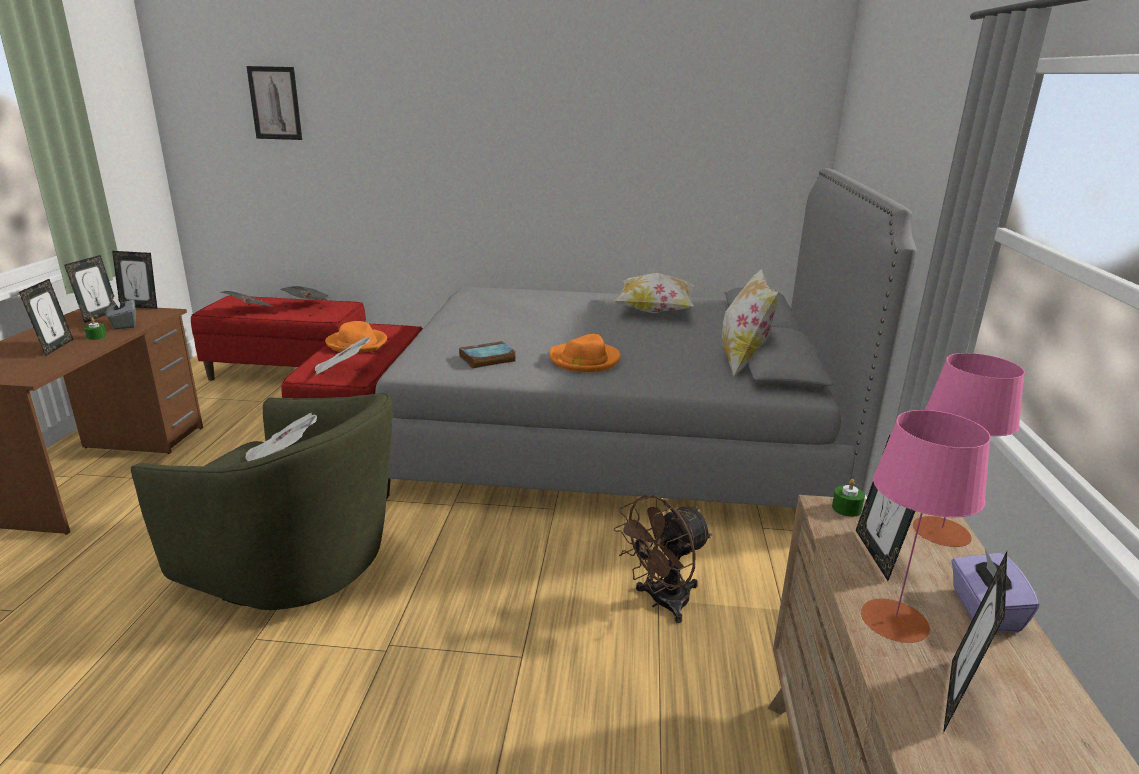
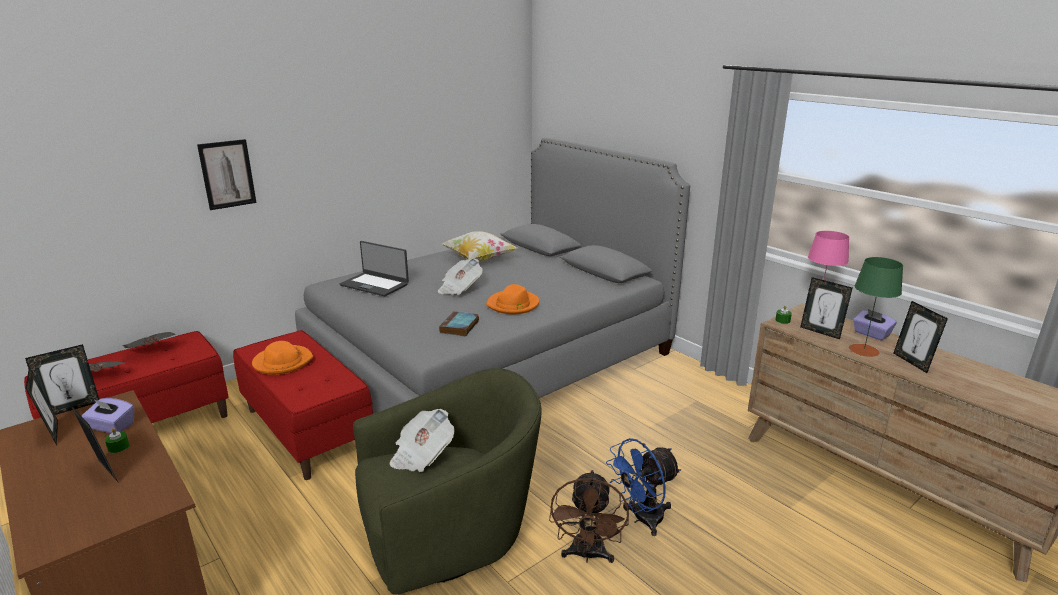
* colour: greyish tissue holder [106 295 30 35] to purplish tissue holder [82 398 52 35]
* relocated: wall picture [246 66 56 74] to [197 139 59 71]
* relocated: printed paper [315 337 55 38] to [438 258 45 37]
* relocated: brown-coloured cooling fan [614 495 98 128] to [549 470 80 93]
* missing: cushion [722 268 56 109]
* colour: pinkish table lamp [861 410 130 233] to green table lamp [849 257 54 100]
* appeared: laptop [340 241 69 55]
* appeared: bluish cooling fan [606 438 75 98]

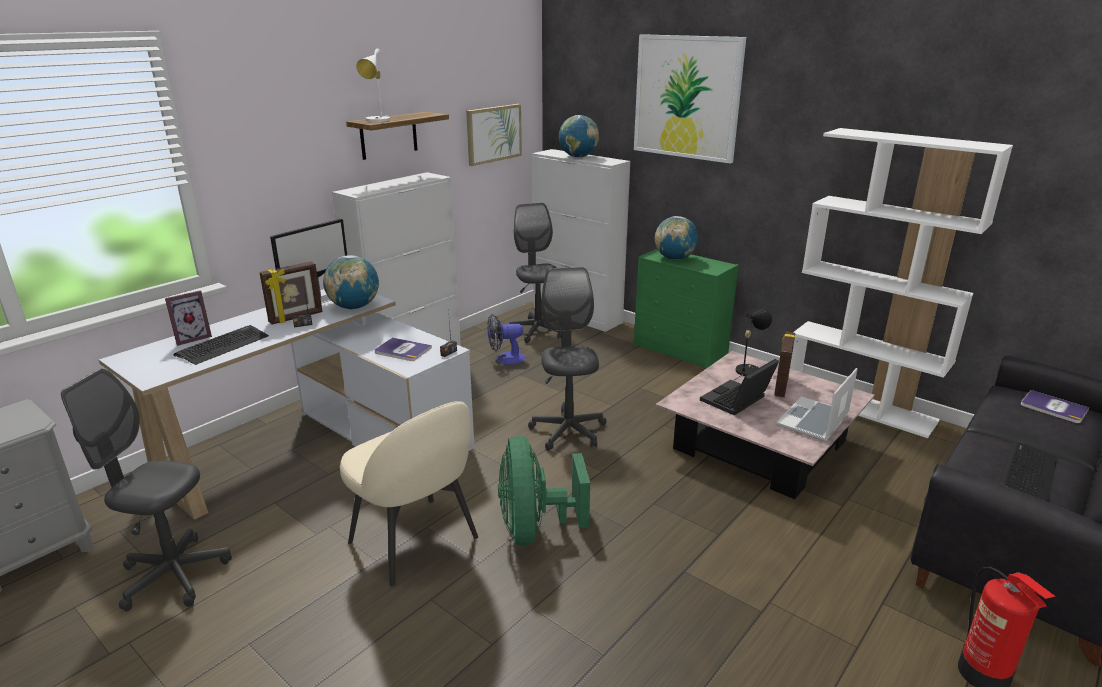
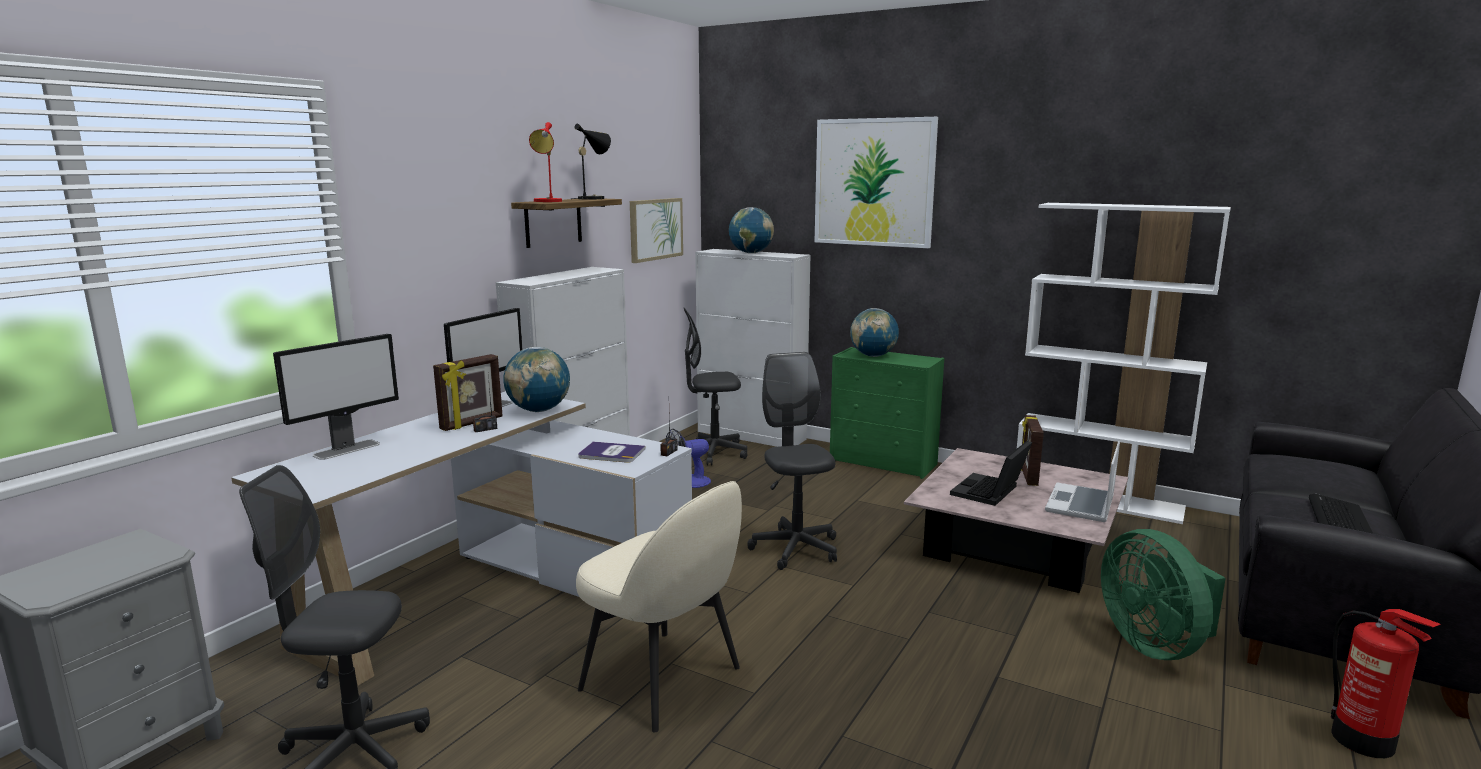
* exchanged: standing frame [165 290 47 56] to computer screen [273 334 126 126]
* missing: computer keyboard [174 325 95 40]
* colour: white-coloured table lamp [356 48 34 74] to reddish table lamp [529 122 33 80]
* relocated: green cooling fan [498 436 92 109] to [1101 529 125 131]
* spun: greyish office chair [509 203 52 140] = [684 308 63 158] 75 degrees counterclockwise
* relocated: blackish table lamp [735 309 37 71] to [572 124 39 76]
* missing: book [1021 390 68 33]

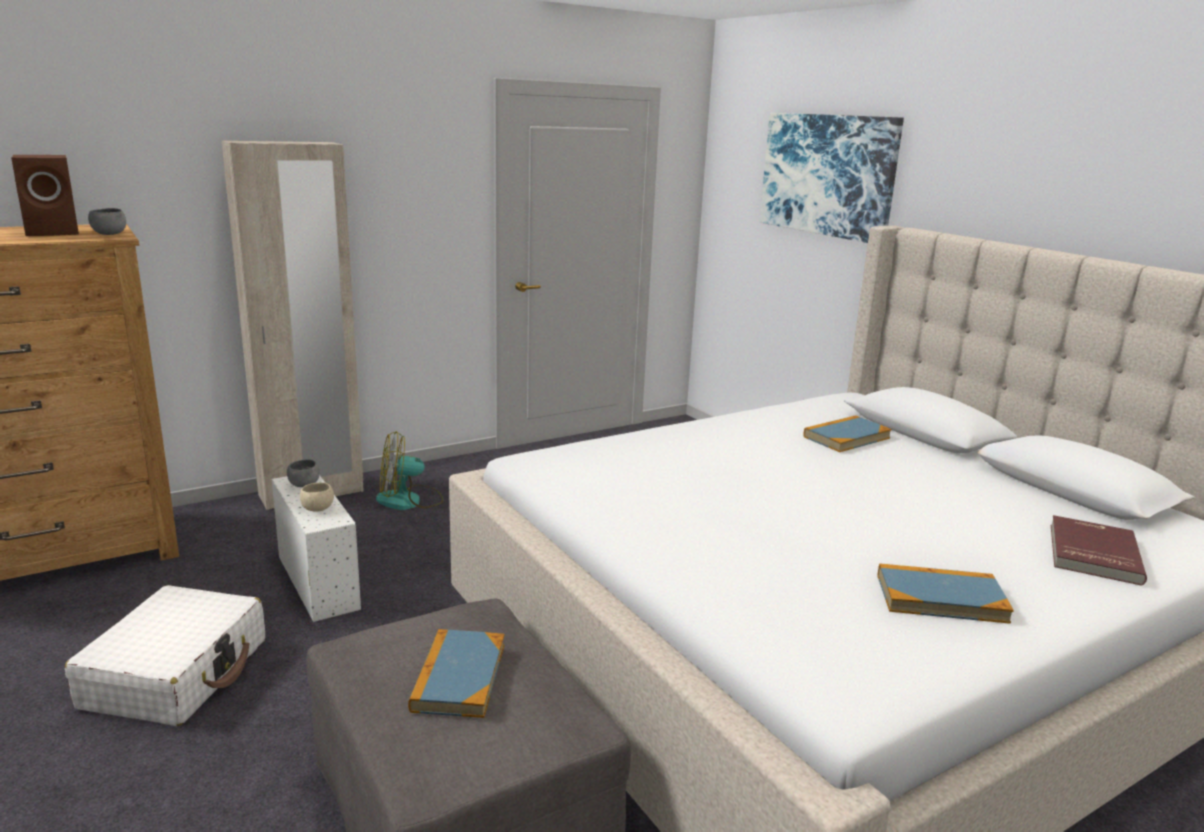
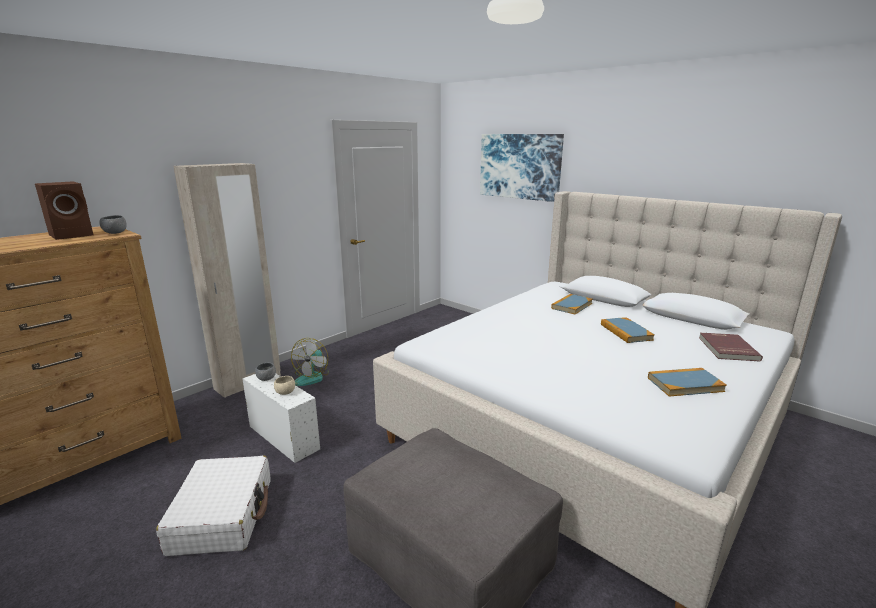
* spun: cooling fan [376 431 67 79] = [291 338 38 48] 45 degrees counterclockwise
* relocated: book [408 629 96 89] to [601 317 53 26]

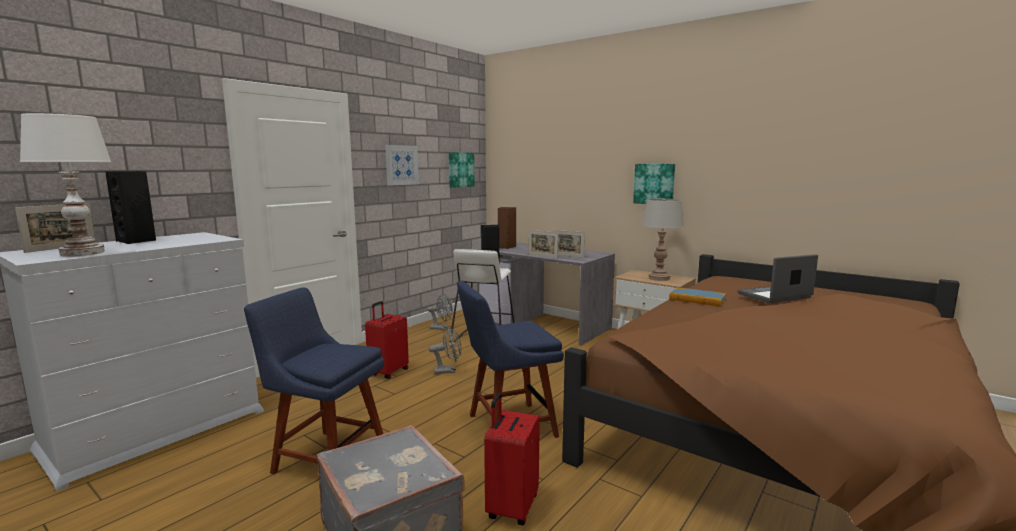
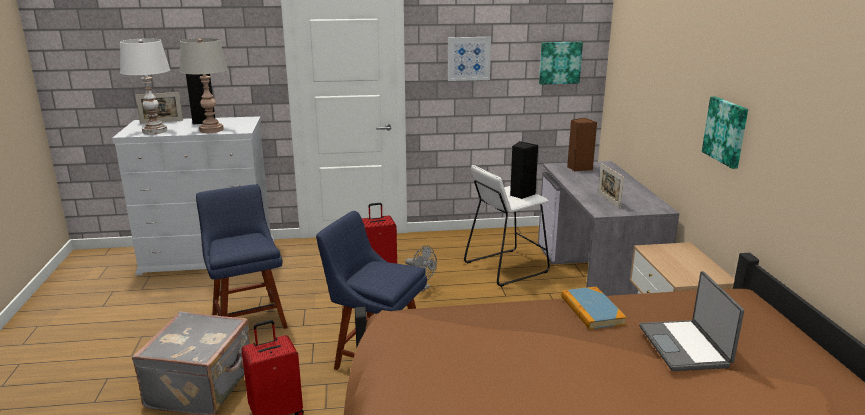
* missing: greyish cooling fan [427 293 26 37]
* missing: standing frame [528 230 30 28]
* relocated: greyish table lamp [642 198 42 83] to [179 38 49 95]
* spun: laptop [737 254 81 49] = [639 271 105 100] 120 degrees counterclockwise

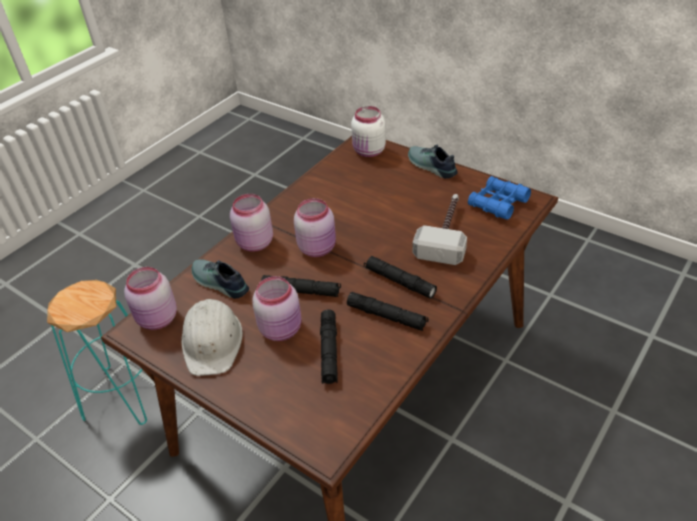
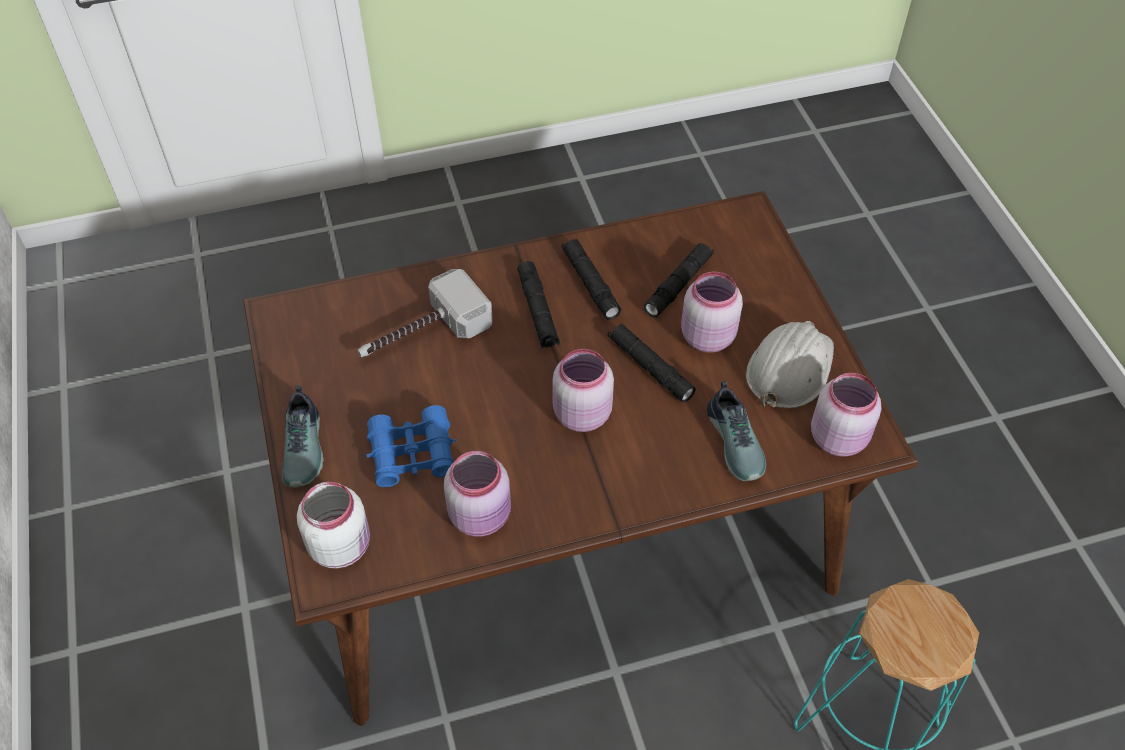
* relocated: pinkish jar [230 194 43 58] to [444 451 67 86]
* relocated: bluish binoculars [468 176 63 43] to [366 405 90 82]

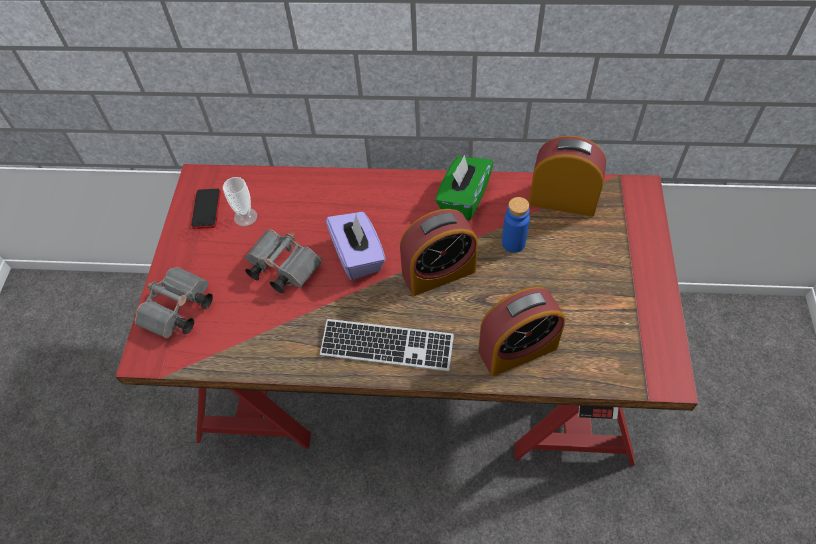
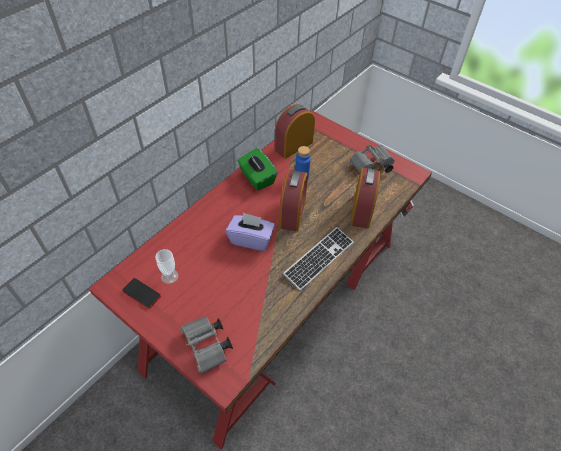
* relocated: greyish binoculars [245 229 77 64] to [350 145 45 28]

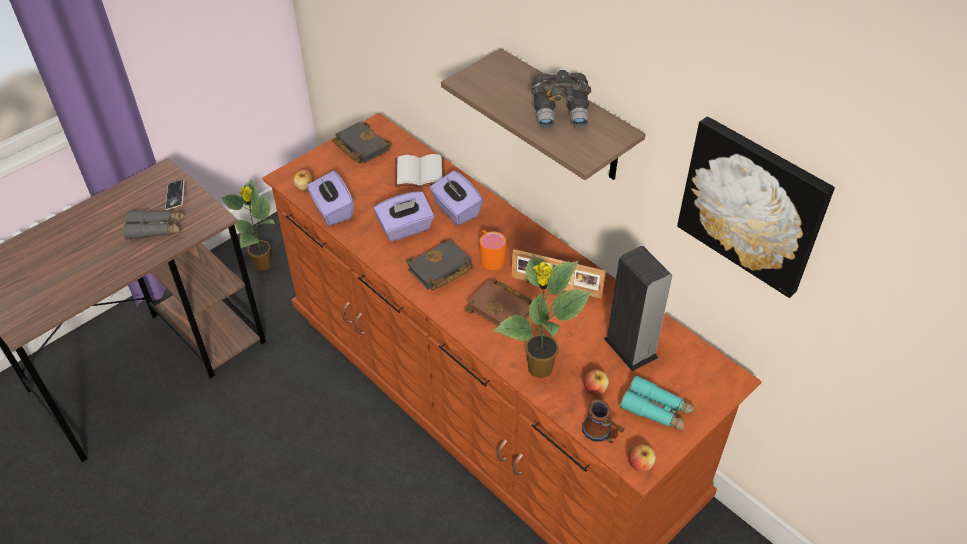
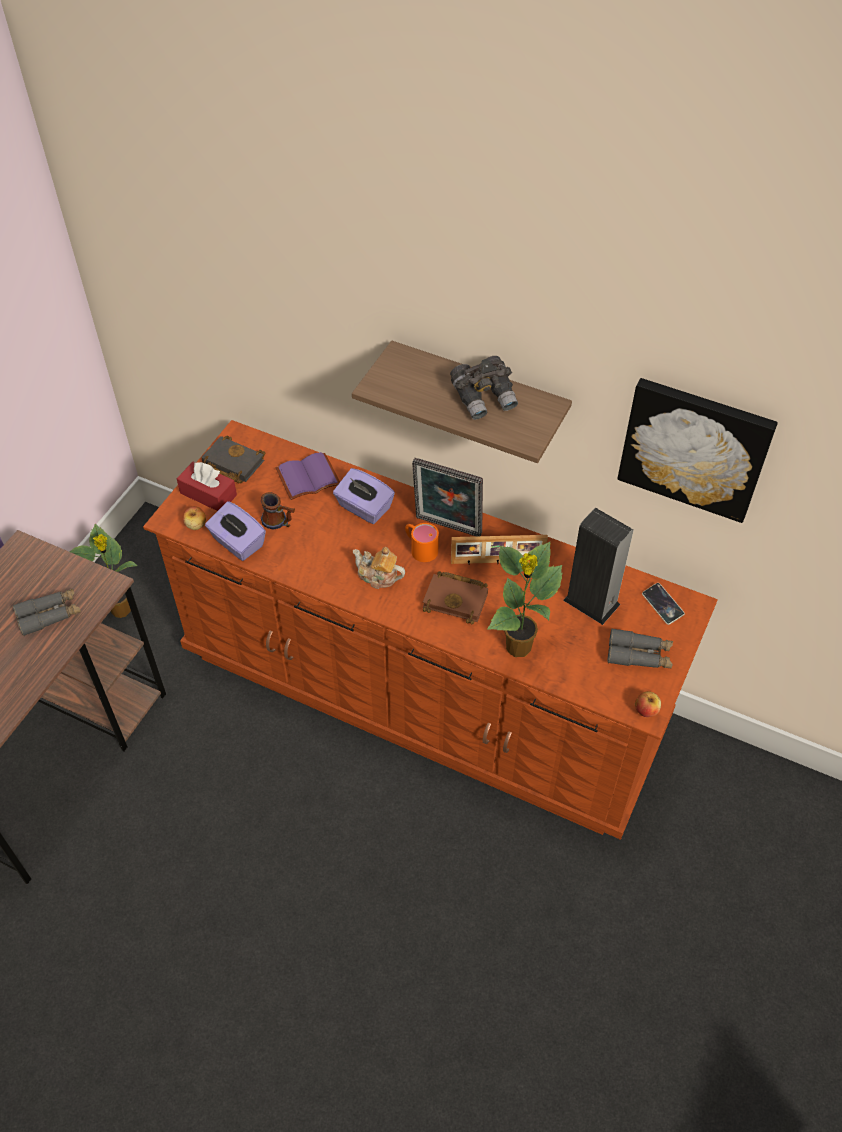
* relocated: telephone [165 179 20 31] to [642 583 43 42]
* missing: purplish tissue holder [374 191 60 50]
* colour: white-coloured book [395 154 50 34] to purplish book [276 452 64 48]
* exchanged: blackish book [406 239 68 51] to teapot [353 547 52 42]
* relocated: mug [582 399 43 44] to [261 492 34 38]
* missing: apple fruit [583 369 26 26]
* colour: blue-green binoculars [620 375 75 57] to greyish binoculars [607 628 67 40]
* appeared: reddish tissue holder [176 462 61 49]
* appeared: standing frame [412 458 71 78]

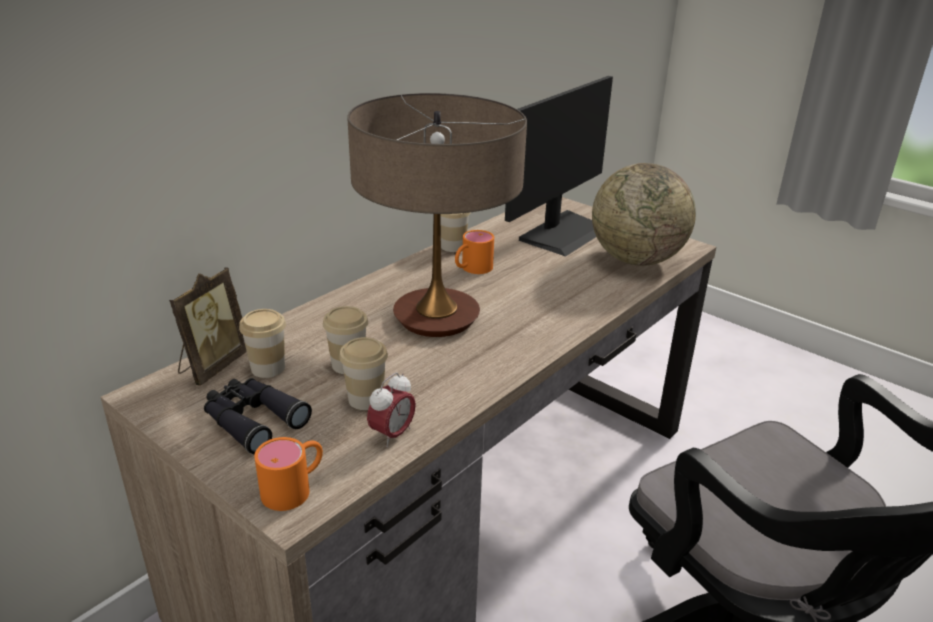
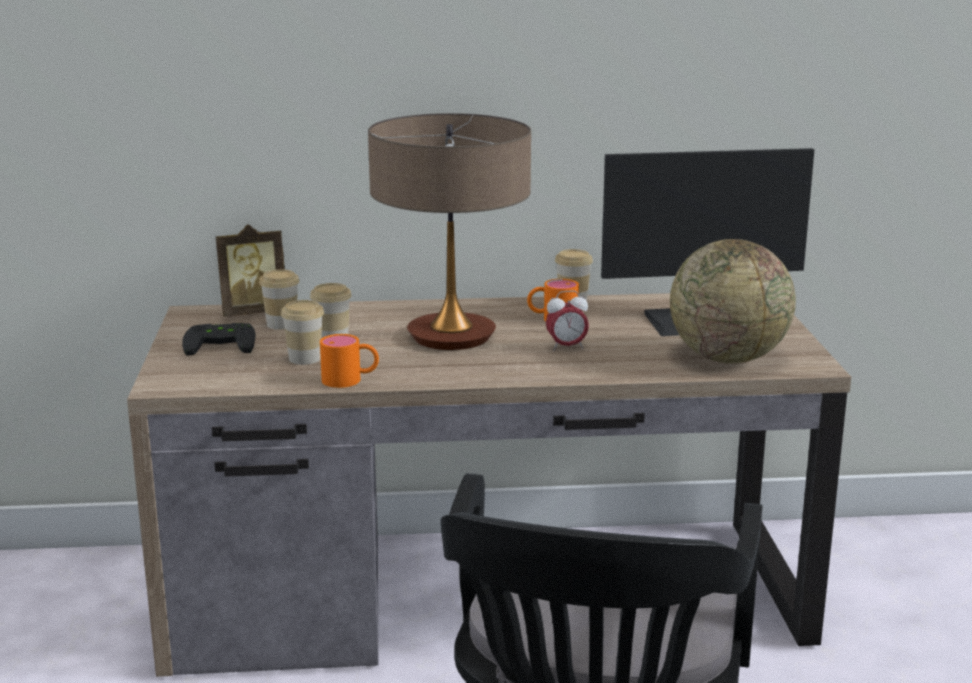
* exchanged: blackish binoculars [204 378 108 77] to blackish gamepad [182 323 74 33]
* relocated: orange-coloured mug [254 437 69 74] to [320 334 59 54]
* relocated: bedside clock [367 372 49 75] to [546 290 43 61]

